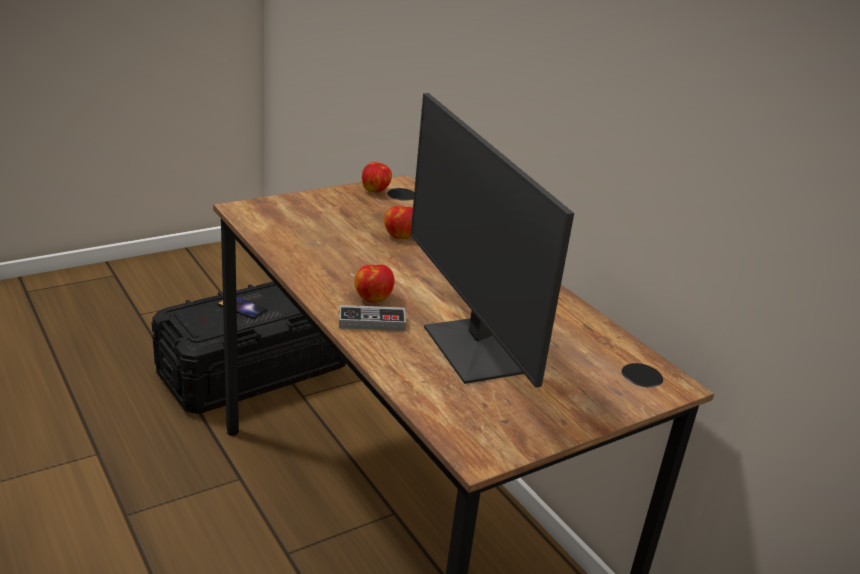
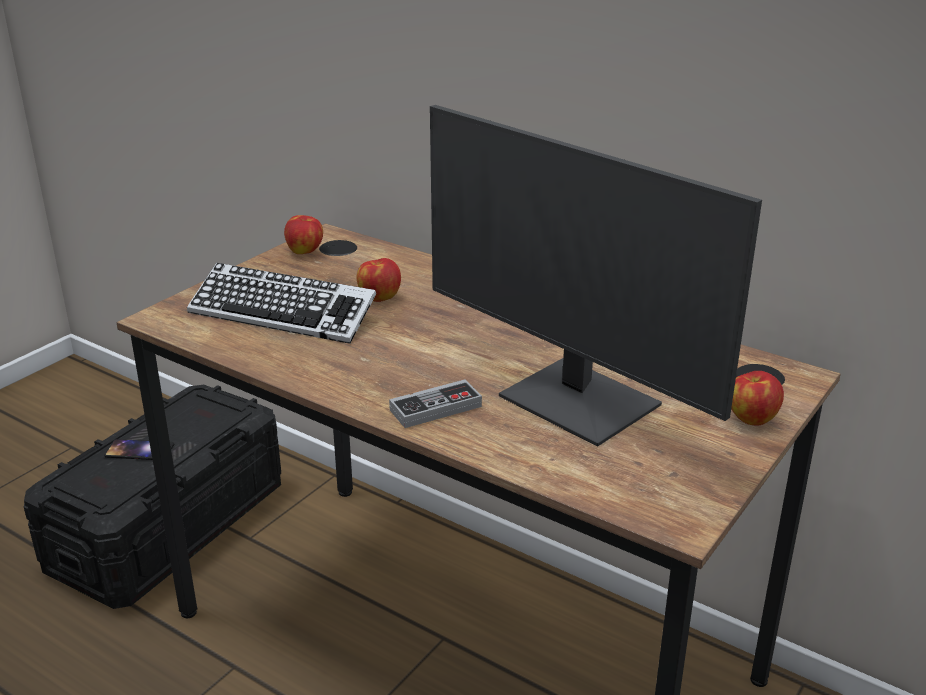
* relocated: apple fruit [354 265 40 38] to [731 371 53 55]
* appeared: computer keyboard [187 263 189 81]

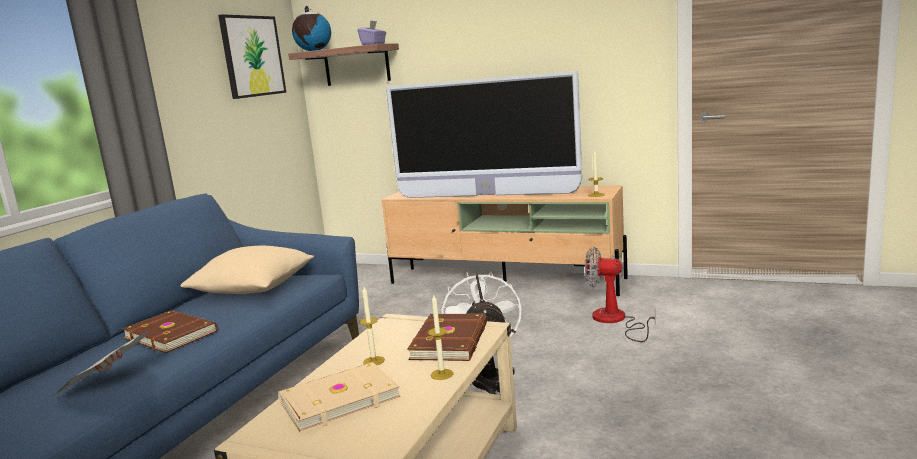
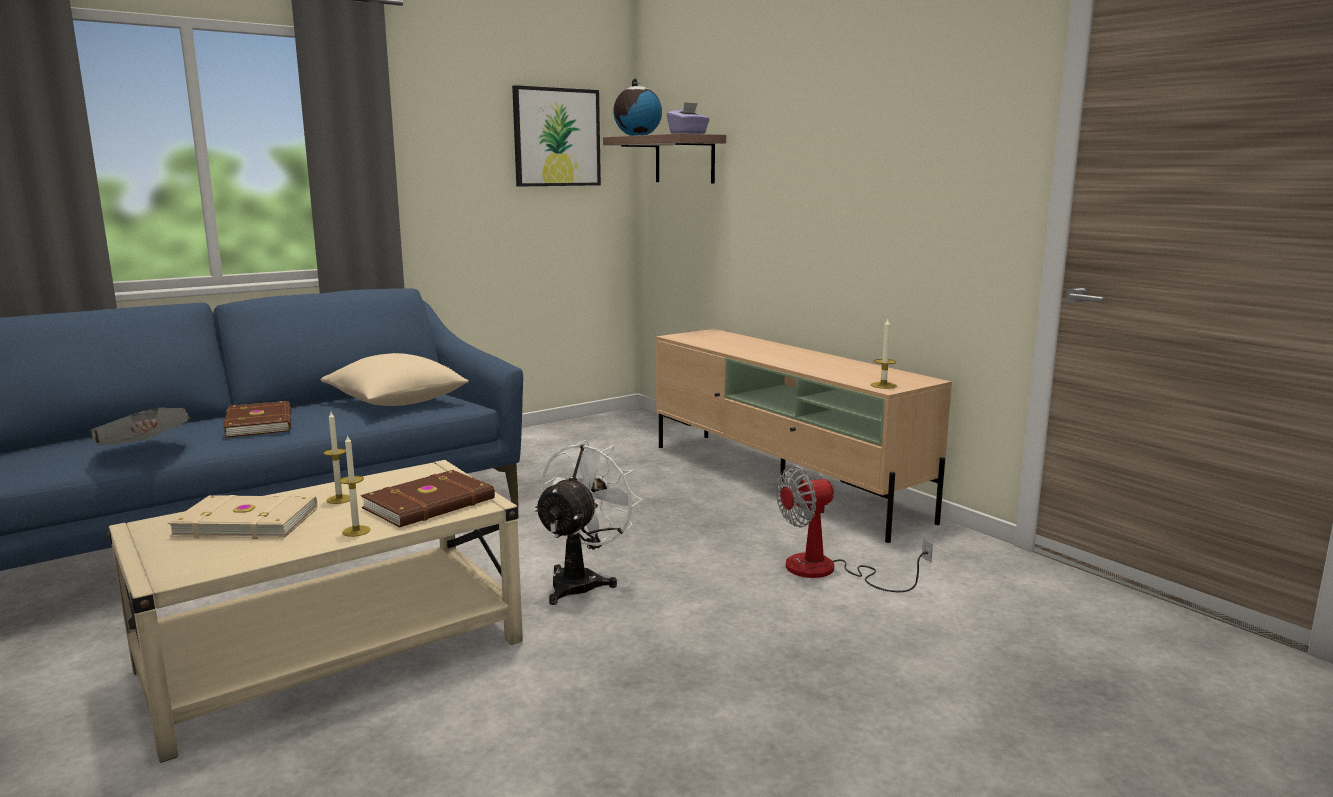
* missing: TV [386 71 196 127]
* spun: cooling fan [585 247 71 95] = [776 466 157 126] 75 degrees counterclockwise

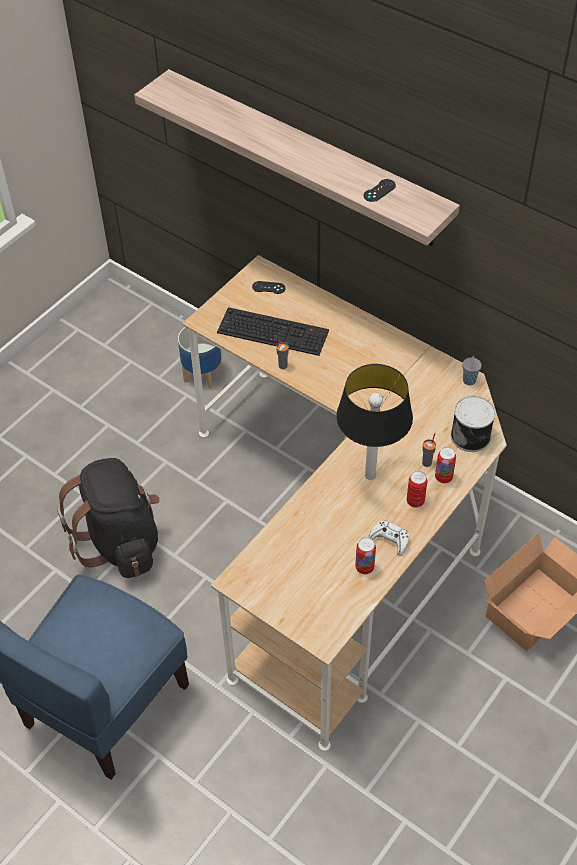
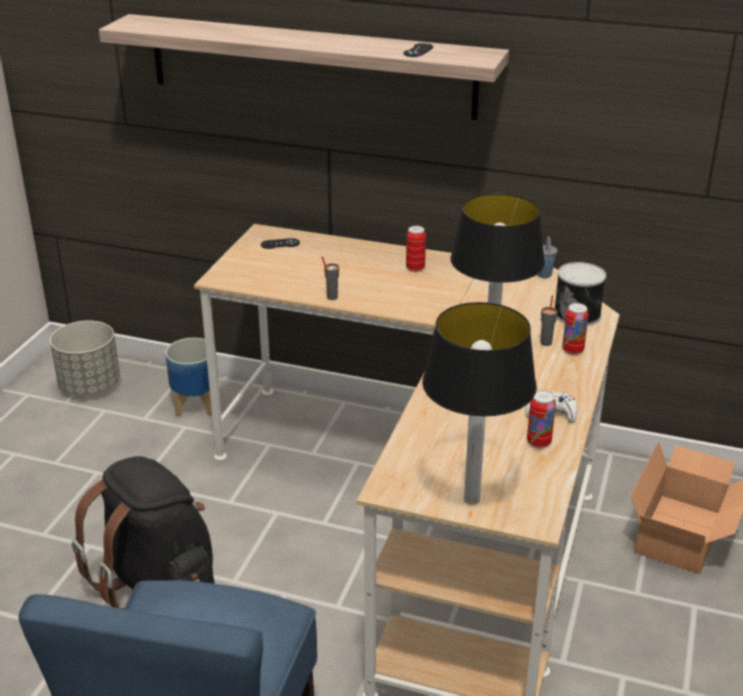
* missing: computer keyboard [217 307 112 49]
* relocated: metal can [407 471 20 37] to [406 226 20 46]
* appeared: greyish planter [50 320 70 75]
* appeared: table lamp [422 302 115 203]

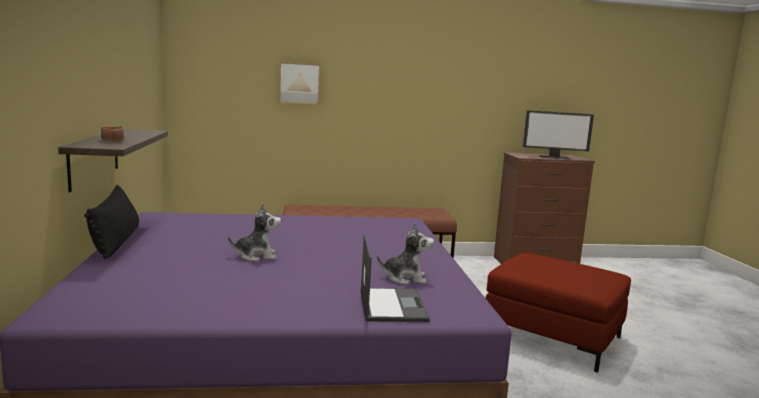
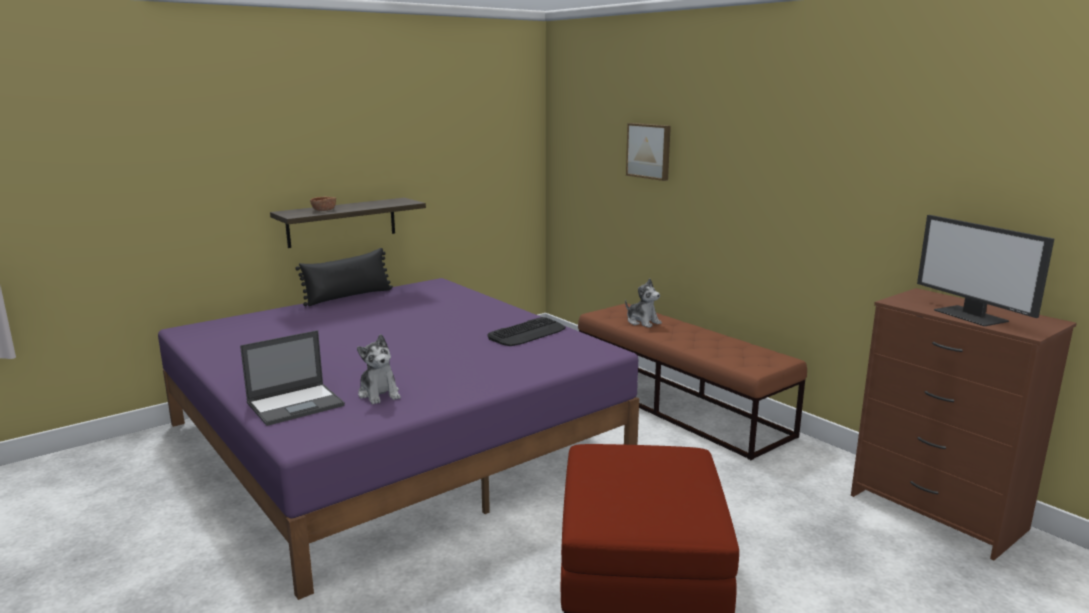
* relocated: cuddly toy [228 204 53 58] to [625 278 37 50]
* appeared: computer keyboard [487 317 79 29]

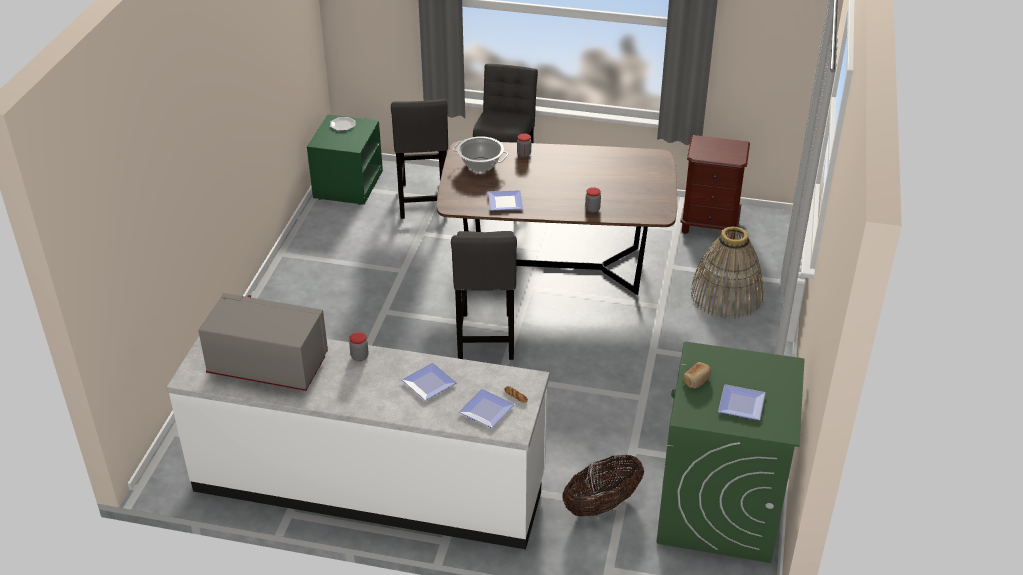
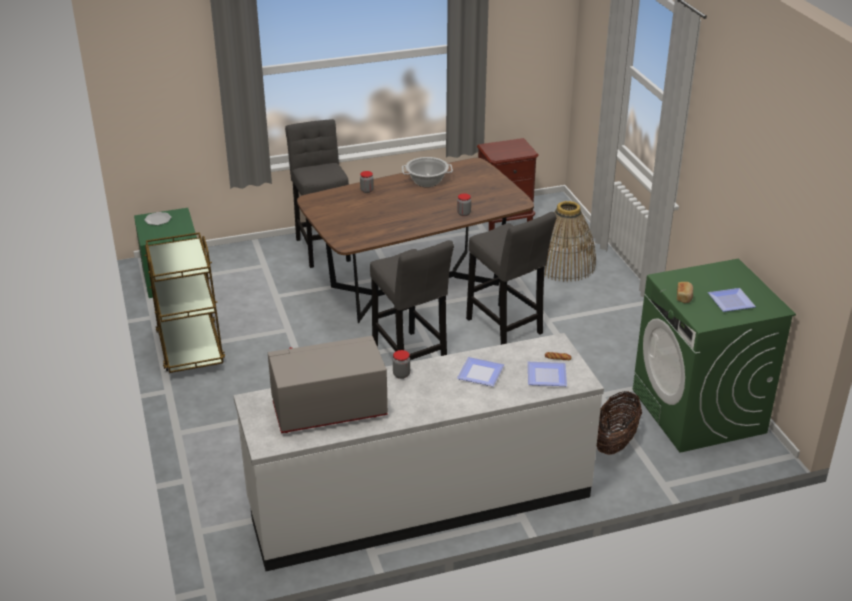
* relocated: greyish sitting stool [391 99 57 120] to [466 212 91 133]
* relocated: stockpot [452 136 56 36] to [402 157 51 30]
* missing: plate [488 190 35 21]
* appeared: brown-coloured trolley [144 232 81 141]

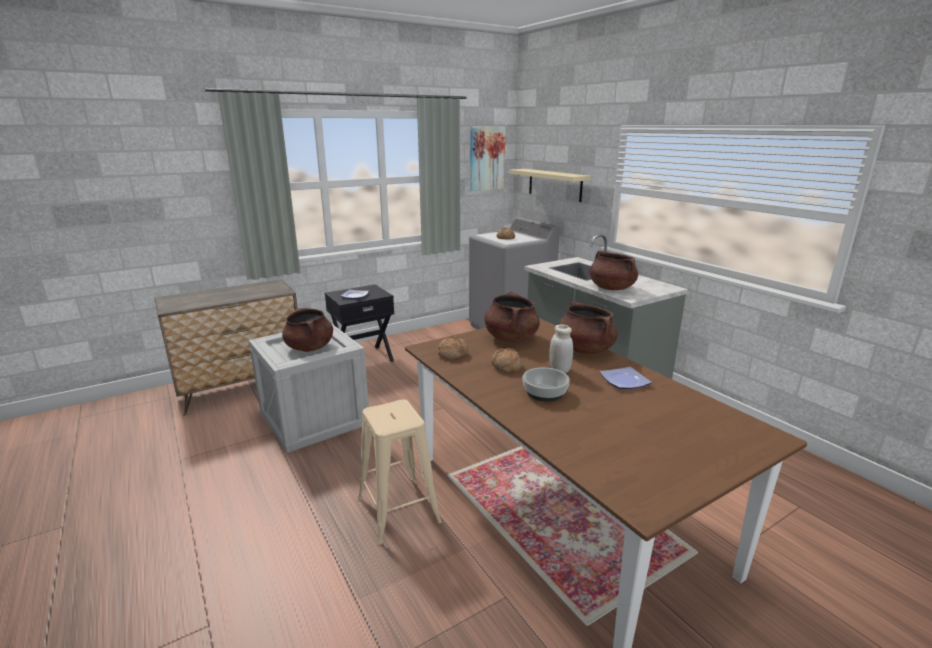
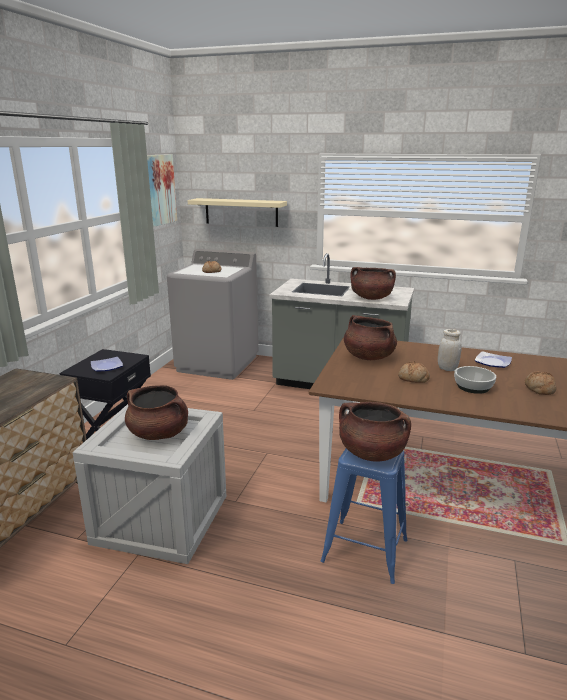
* colour: sand-coloured sitting stool [358 399 84 146] to bluish sitting stool [321 448 87 136]
* relocated: bread [438 336 30 24] to [525 371 31 24]
* relocated: brown-coloured stockpot [558 301 60 53] to [339 402 72 59]

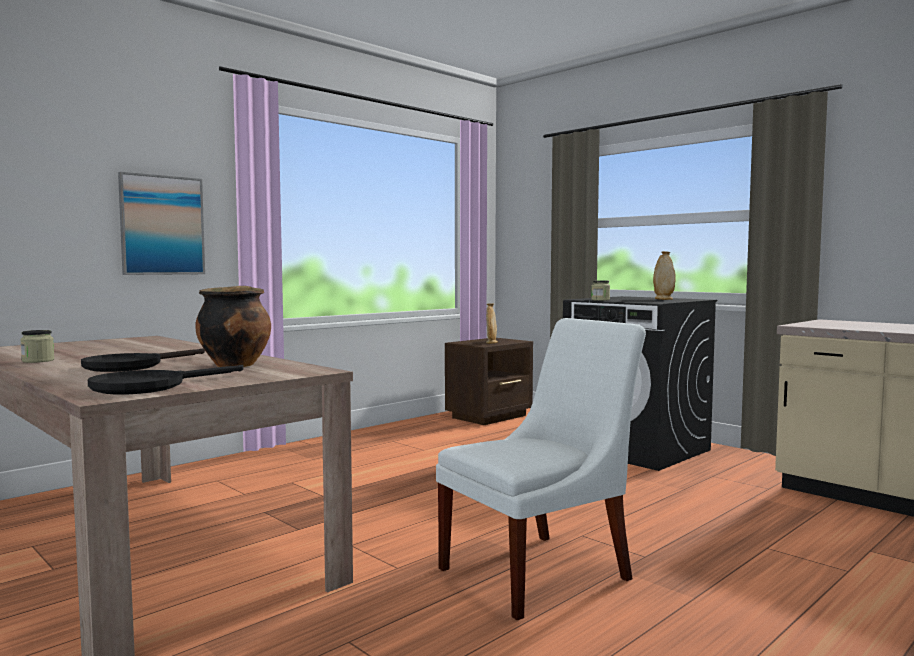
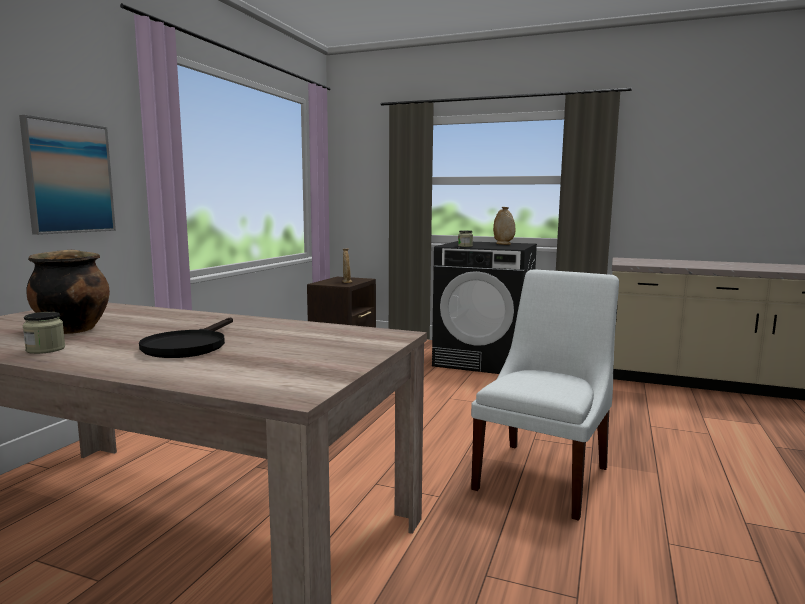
* missing: blackish frying pan [88 365 156 30]
* relocated: stockpot [195 286 76 81] to [26 250 84 84]

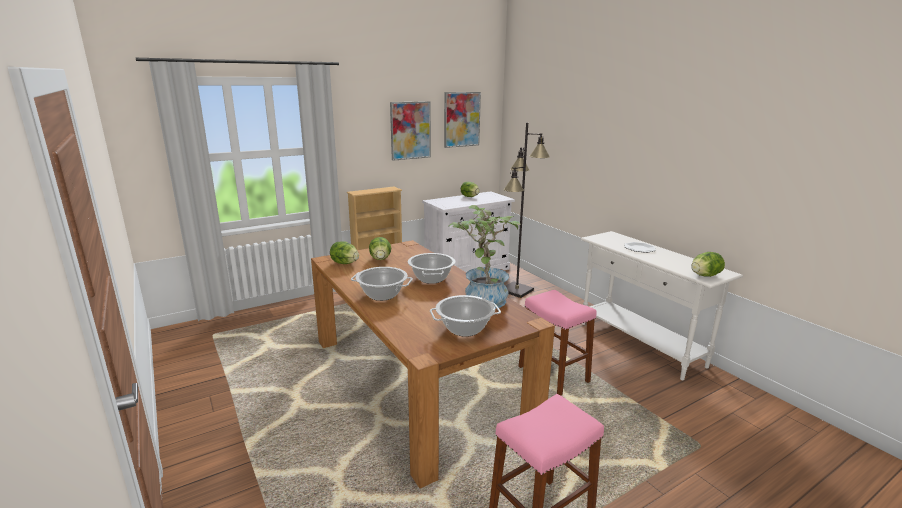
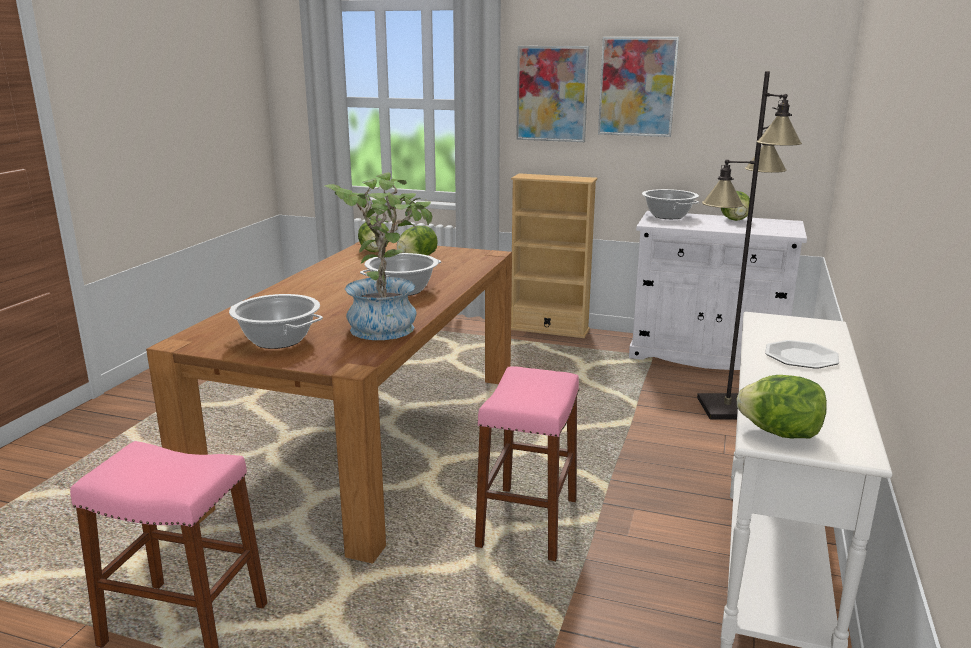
* relocated: stockpot [351 267 62 34] to [642 189 57 30]
* relocated: wall picture [444 92 37 56] to [516 46 73 96]

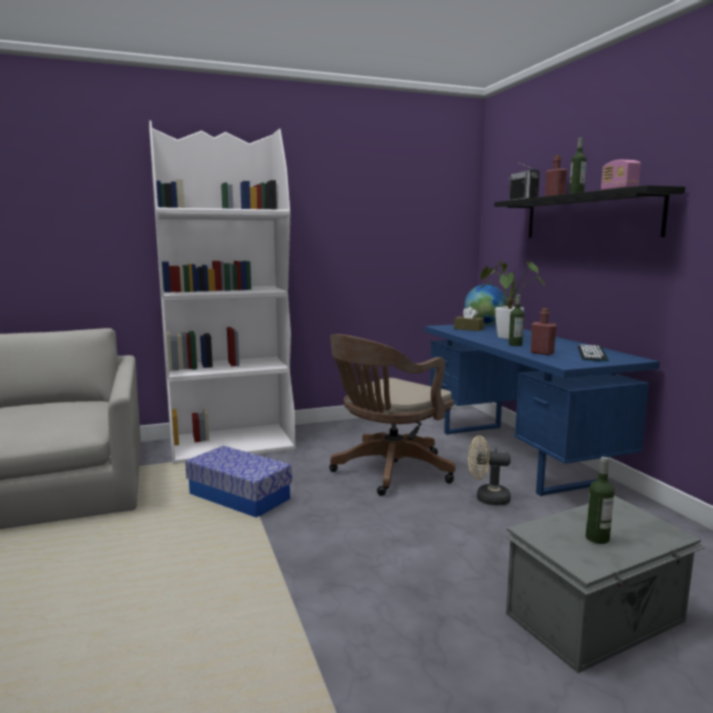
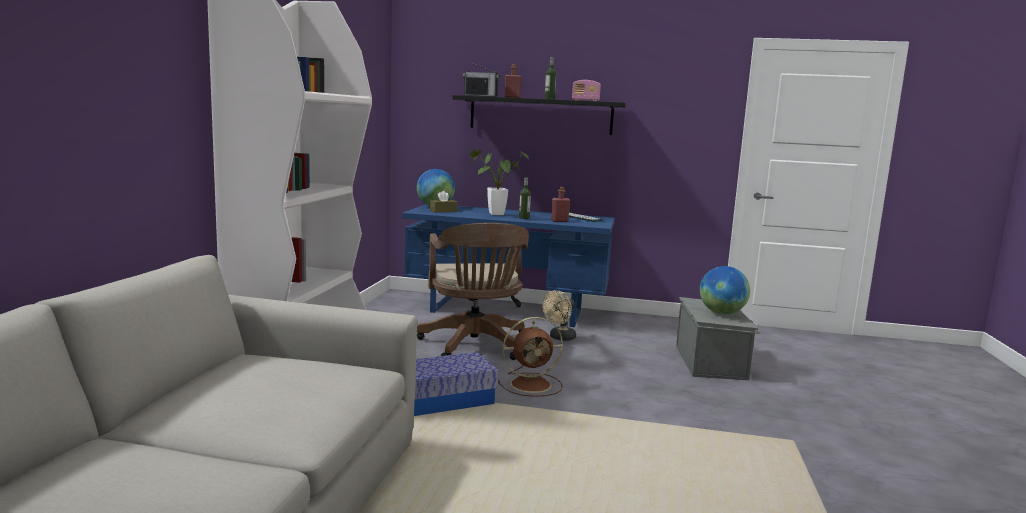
* exchanged: beverage bottle [586 457 28 87] to globe [700 266 50 48]
* appeared: brown-coloured cooling fan [498 317 65 80]

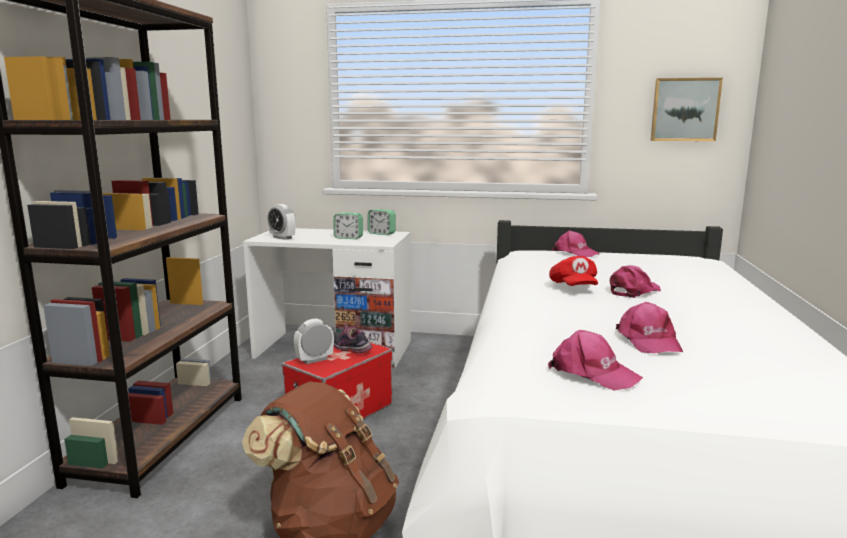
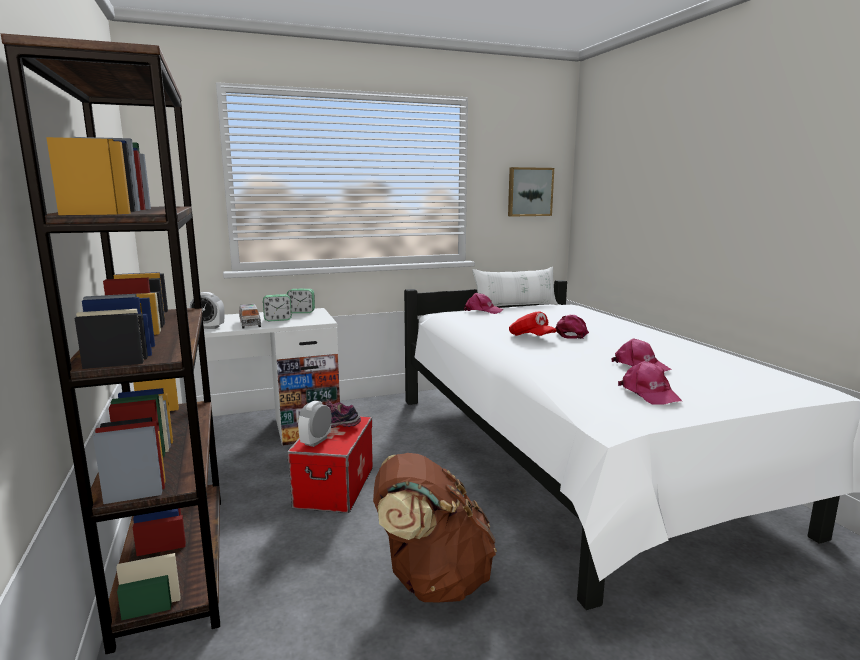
* spun: pinkish peaked cap [548 330 95 61] = [618 361 64 43] 60 degrees clockwise
* appeared: toy truck [239 304 22 24]
* appeared: white-coloured cushion [472 267 86 39]

